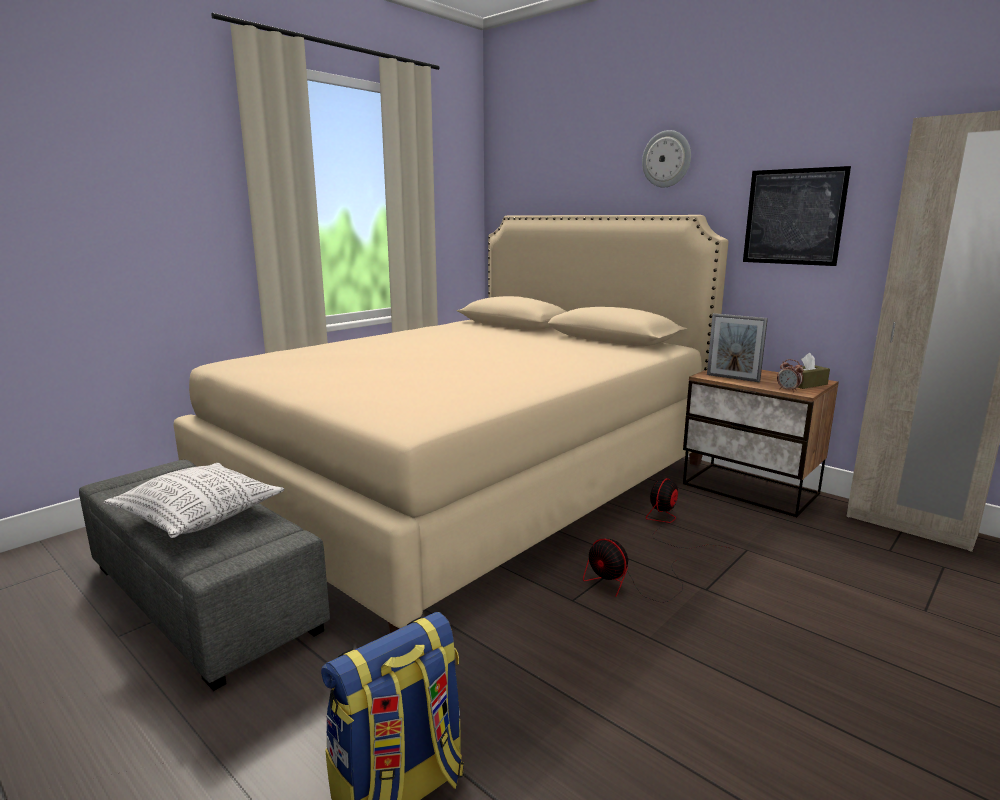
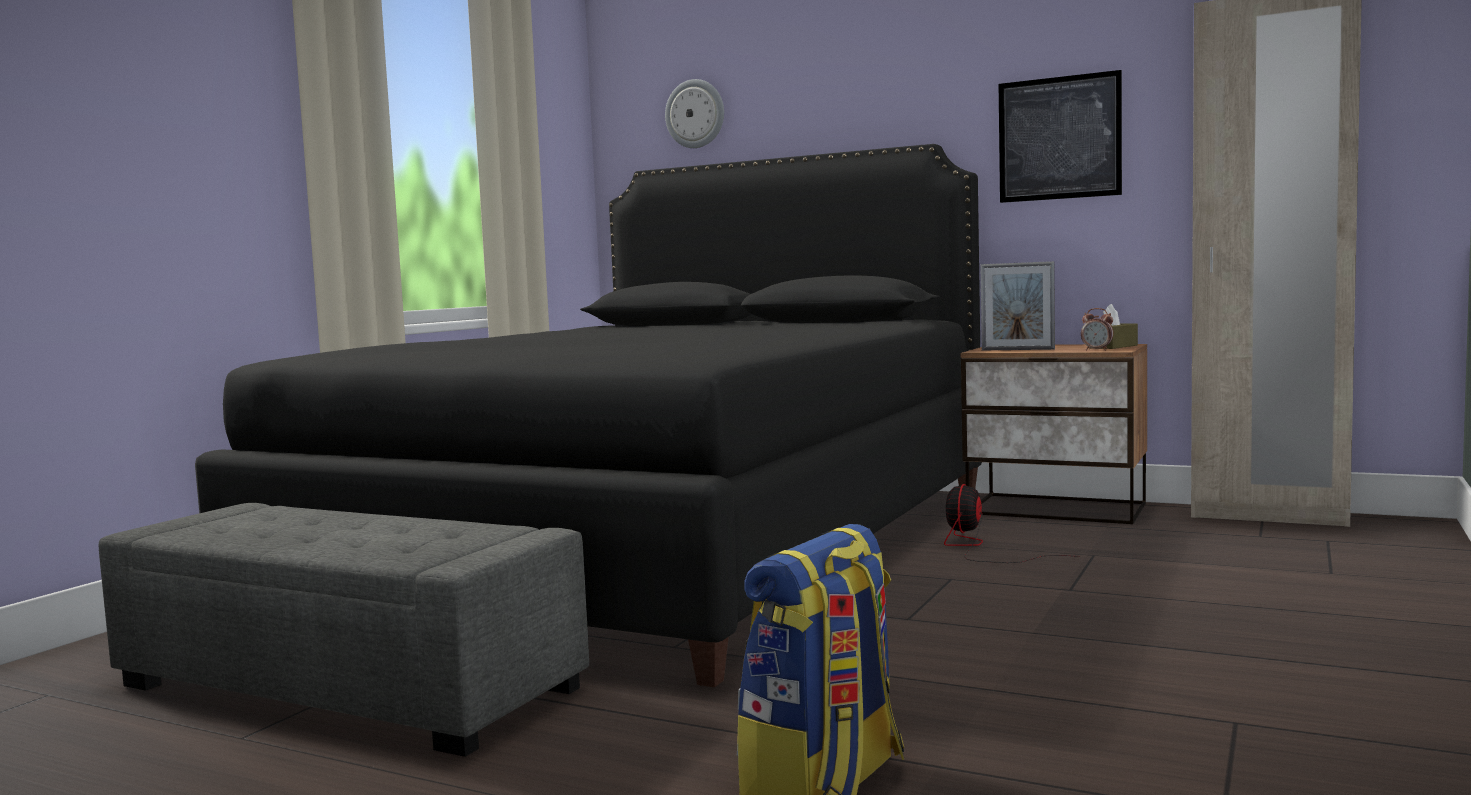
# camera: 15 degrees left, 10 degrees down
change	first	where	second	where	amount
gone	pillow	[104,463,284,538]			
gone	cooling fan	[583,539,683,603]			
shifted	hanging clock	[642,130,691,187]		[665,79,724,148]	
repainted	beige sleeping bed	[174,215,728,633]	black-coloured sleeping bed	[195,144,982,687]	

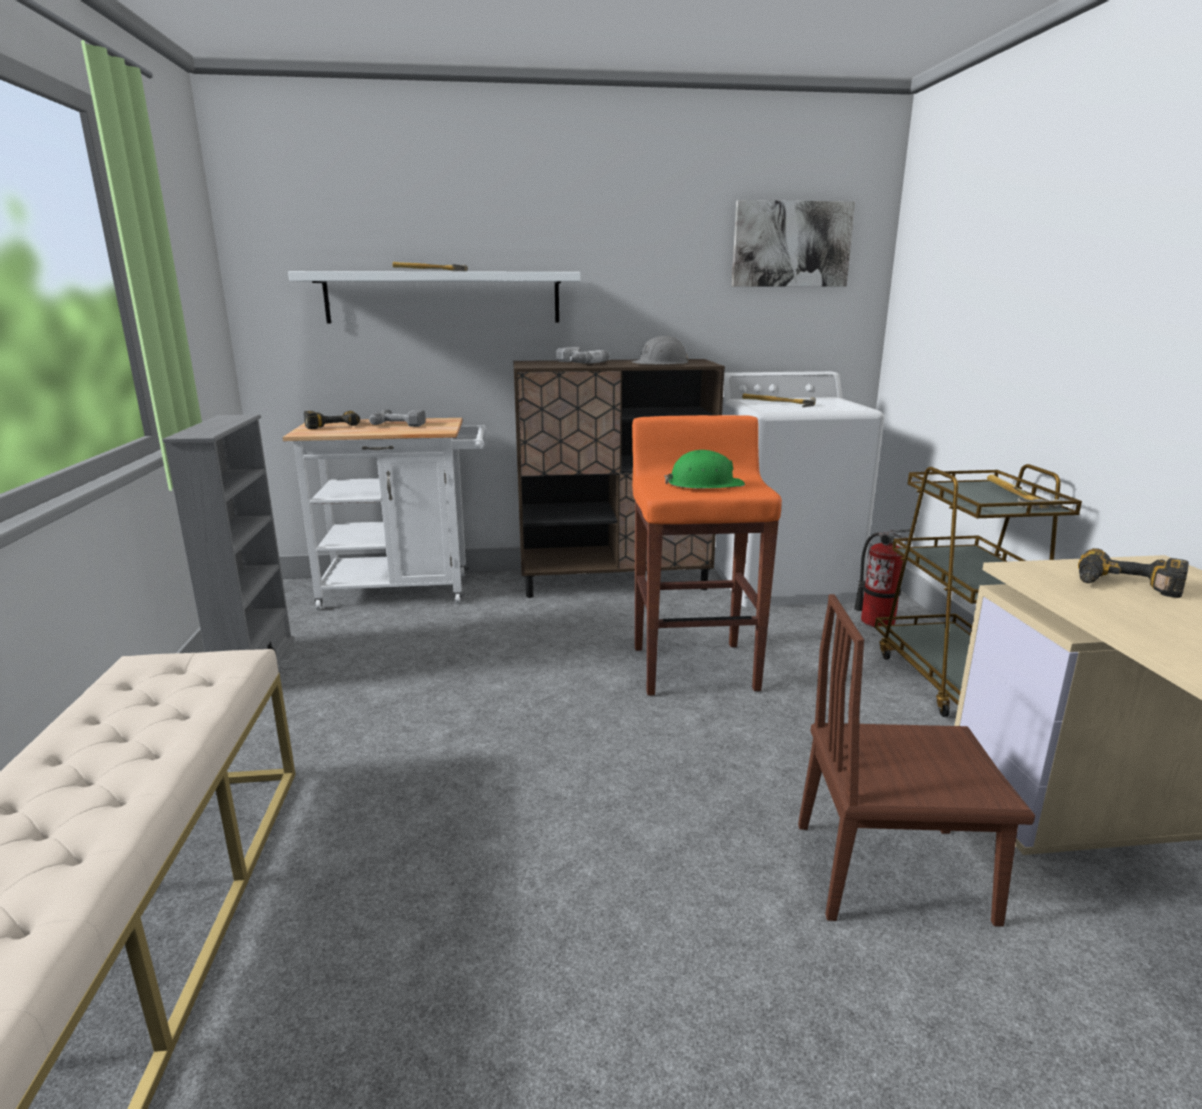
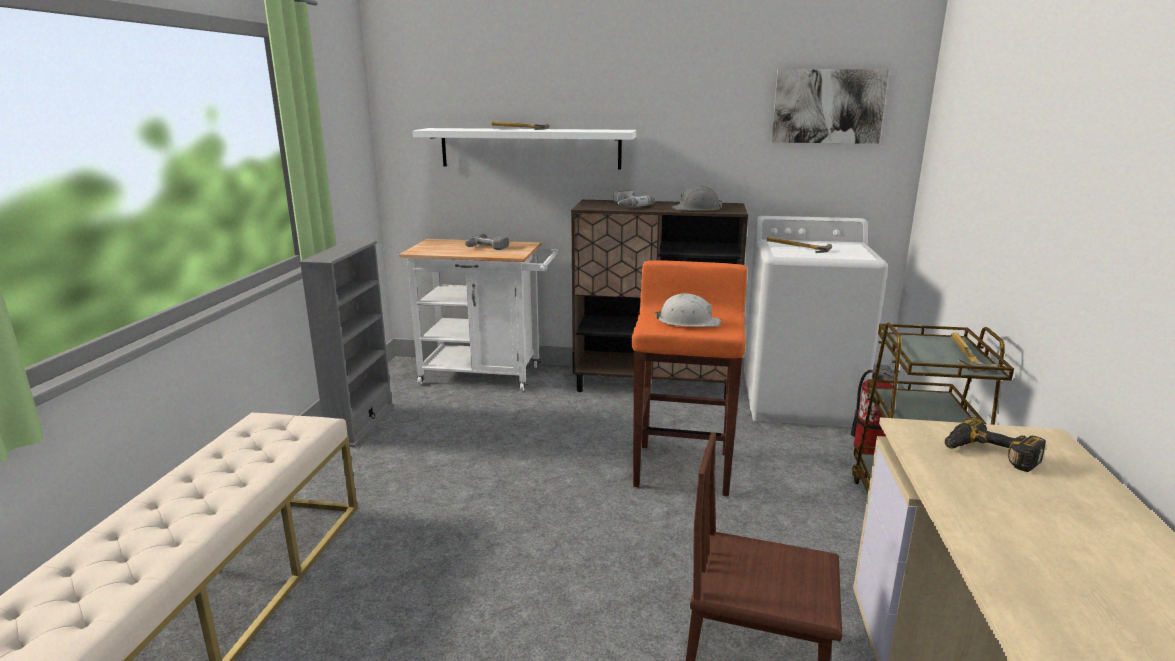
# camera: 15 degrees right, 0 degrees up
change	first	where	second	where	amount
gone	drill	[304,411,360,429]			
repainted	green-coloured hard hat	[664,450,745,489]	white-coloured hard hat	[655,293,721,327]	

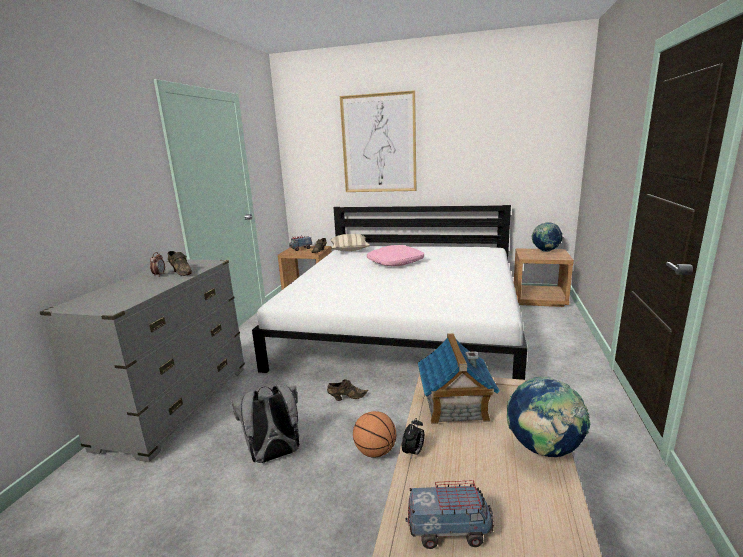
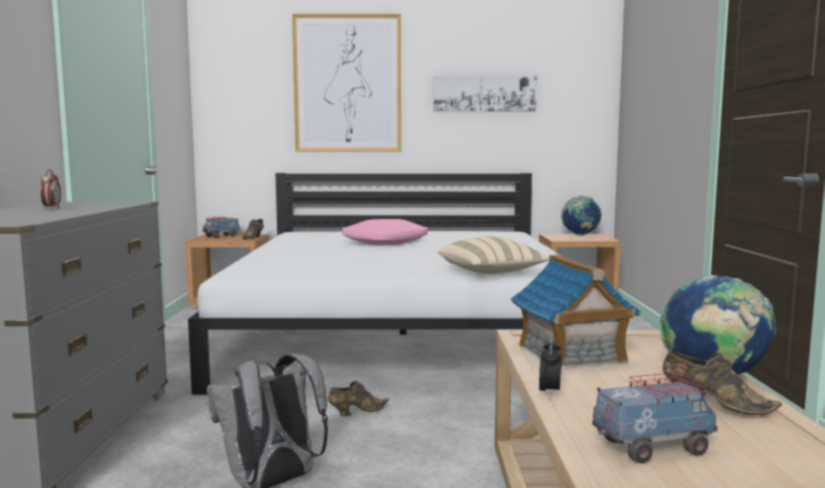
# camera: 15 degrees left, 10 degrees down
change	first	where	second	where	amount
gone	basketball ball	[353,411,396,457]			
new			wall picture	[434,76,537,111]	
shifted	brown-coloured item of footwear	[167,251,192,276]		[662,350,782,415]	
shifted	beige pillow	[330,234,370,251]		[438,236,549,274]	

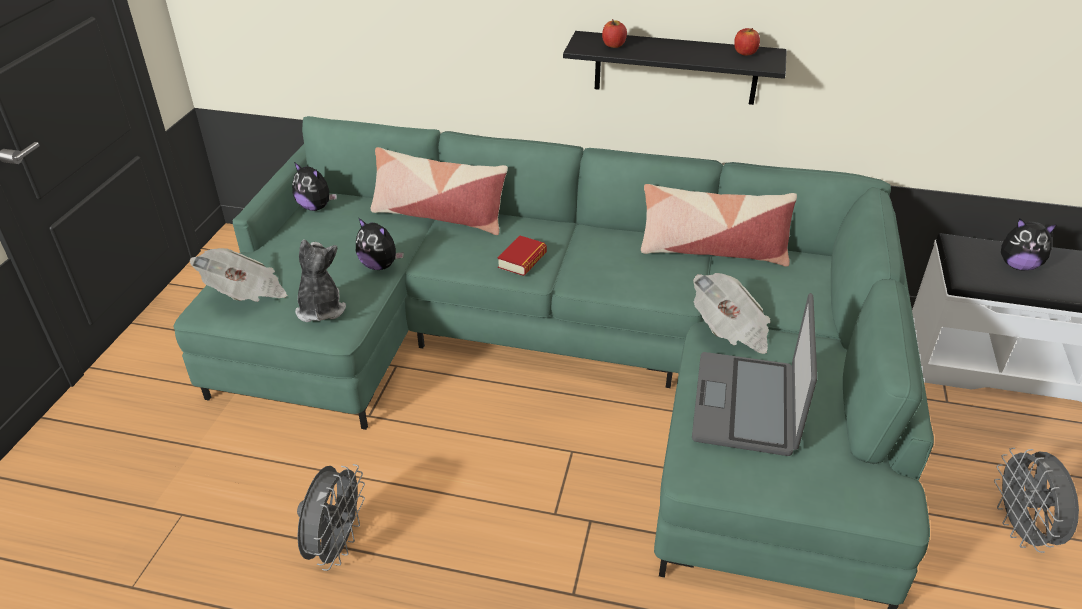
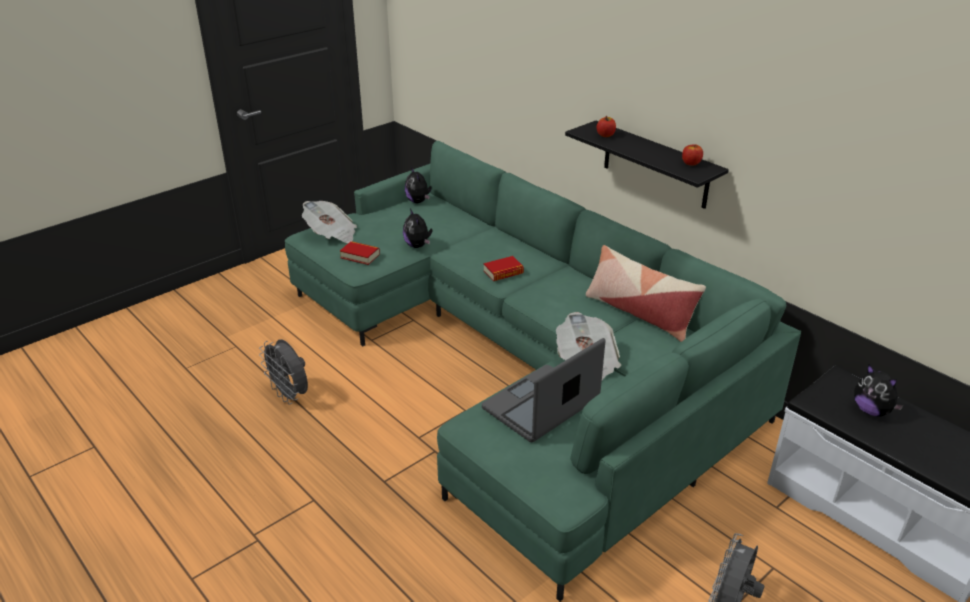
# camera: 35 degrees right, 5 degrees down
change	first	where	second	where	amount
gone	pillow	[371,147,508,235]			
swapped	cuddly toy	[295,239,346,322]	volume	[340,241,380,265]	
rotated	grey cooling fan	[297,464,365,571]		[259,339,308,405]	90 degrees clockwise

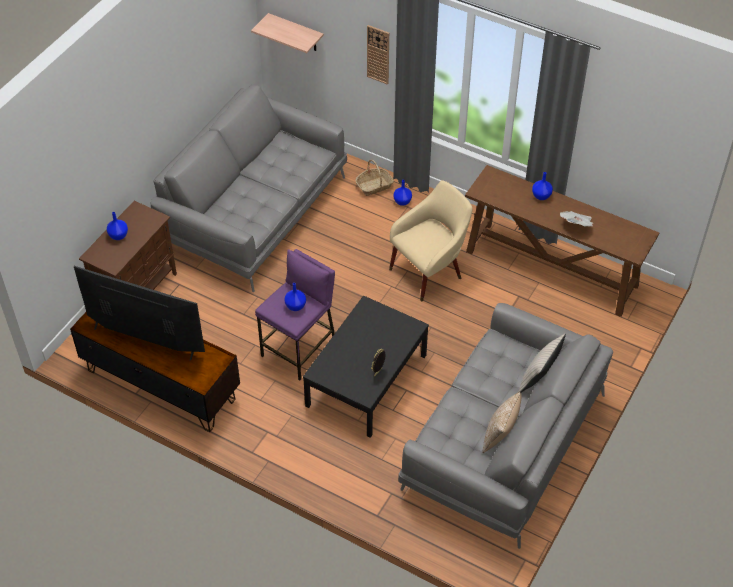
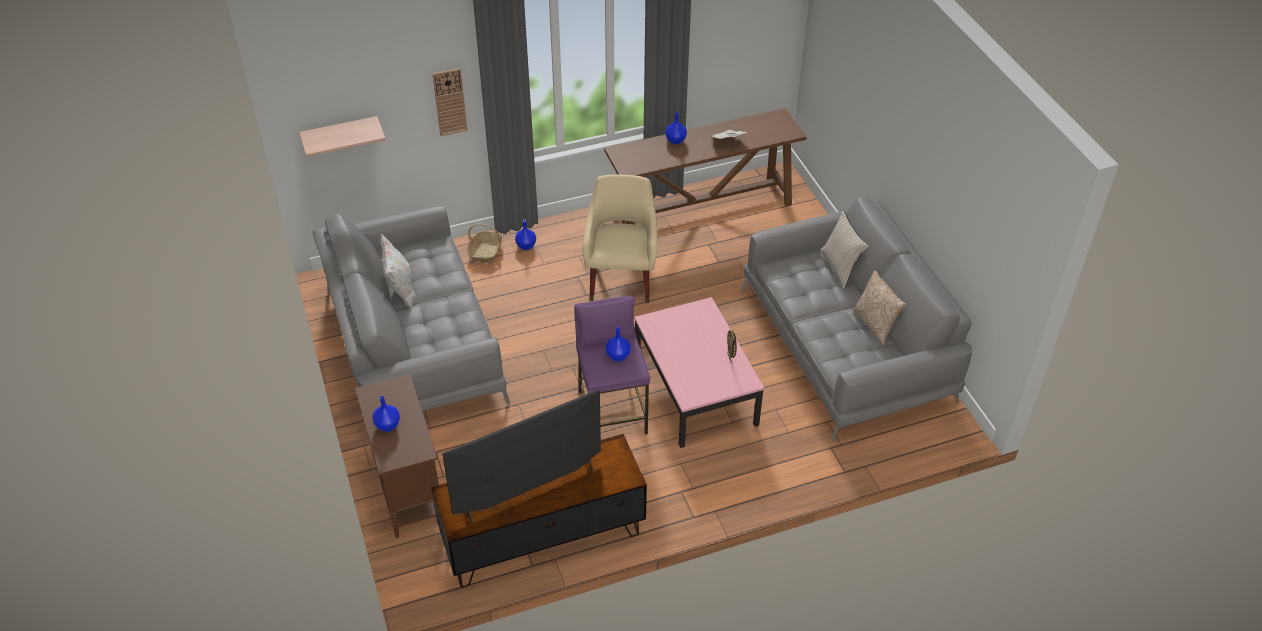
# camera: 50 degrees left, 5 degrees down
change	first	where	second	where	amount
new			white-coloured pillow	[381,234,413,308]	
repainted	black-coloured lounge table	[303,296,429,438]	pink lounge table	[635,297,764,448]	

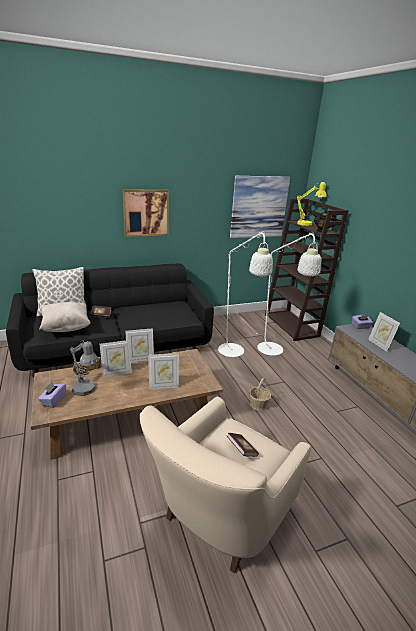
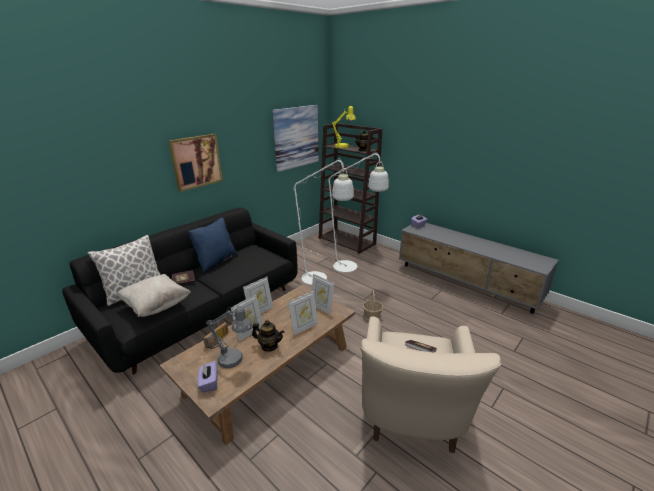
# camera: 25 degrees left, 0 degrees up
change	first	where	second	where	amount
new			blue pillow	[188,217,238,272]	
new			teapot	[252,320,284,352]	
shifted	standing frame	[368,312,400,352]		[312,274,334,315]	

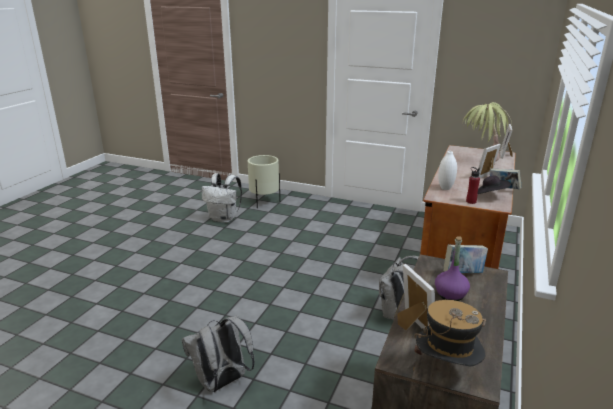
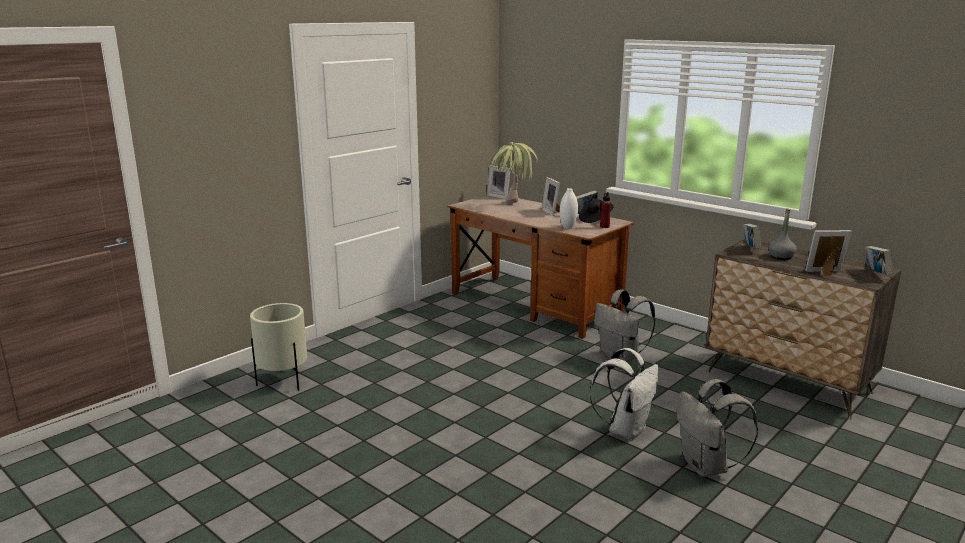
# camera: 70 degrees left, 5 degrees down
change	first	where	second	where	amount
shifted	white-coloured knapsack	[202,173,242,223]		[589,348,658,440]	
swapped	clothing hat	[413,300,486,371]	volume	[865,246,893,275]	
repainted	purple-coloured bottle	[435,236,470,301]	grey bottle	[769,208,796,260]	

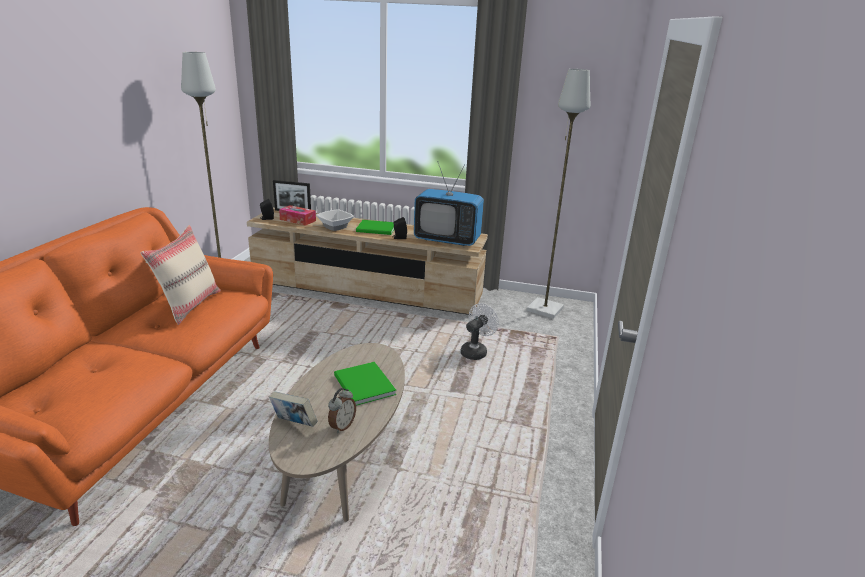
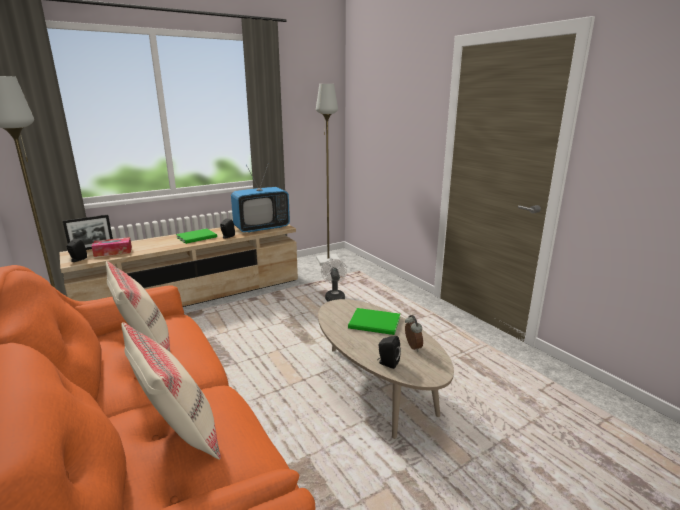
# camera: 45 degrees left, 5 degrees down
change	first	where	second	where	amount
gone	serving bowl	[316,209,354,231]			
new			beige pillow	[121,322,221,459]	
swapped	volume	[269,392,317,427]	black-coloured loudspeaker	[377,336,401,369]	

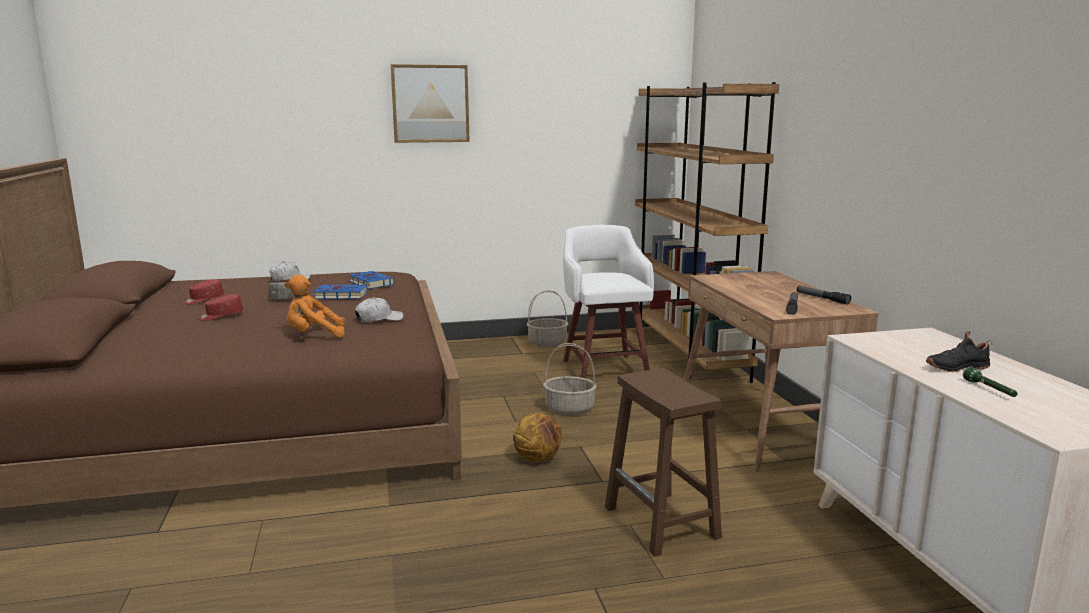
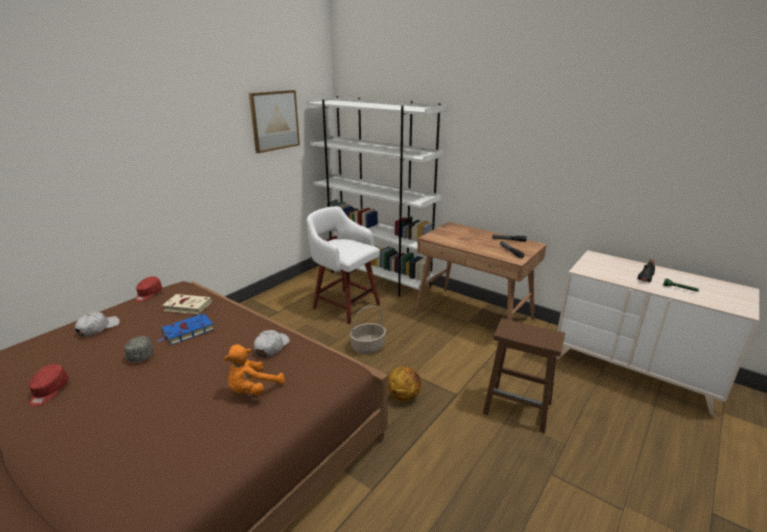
# camera: 40 degrees left, 10 degrees up
change	first	where	second	where	amount
gone	basket	[527,290,568,347]			
shifted	reddish peaked cap	[198,294,243,321]		[135,276,162,302]	
shifted	wall picture	[391,64,470,143]		[249,90,300,153]	
repainted	blue volume	[349,271,394,289]	beige volume	[162,294,212,315]	
repainted	brown-coloured shelving unit	[635,82,779,383]	white-coloured shelving unit	[307,96,447,297]	

